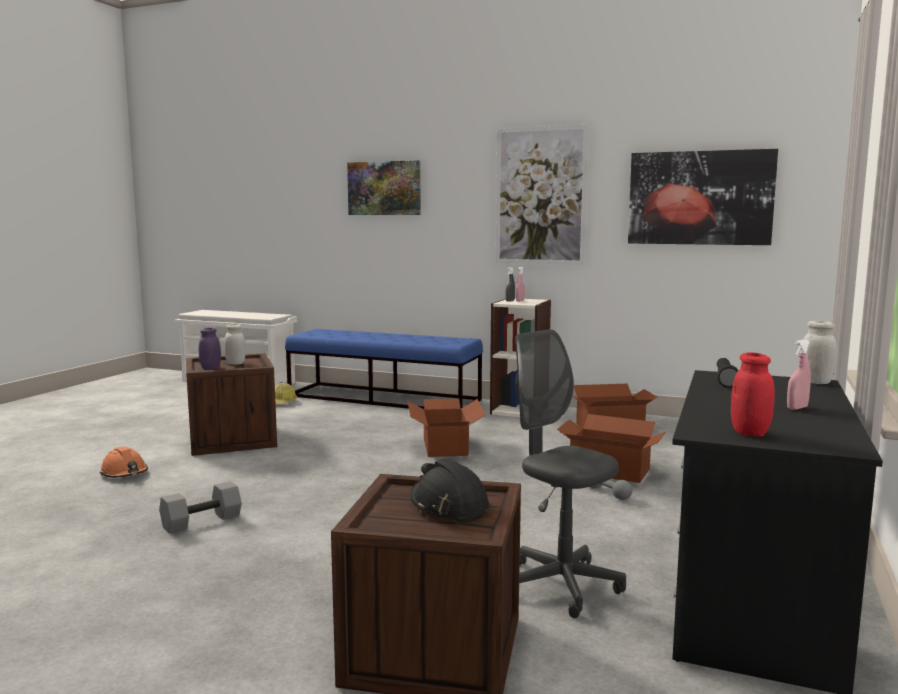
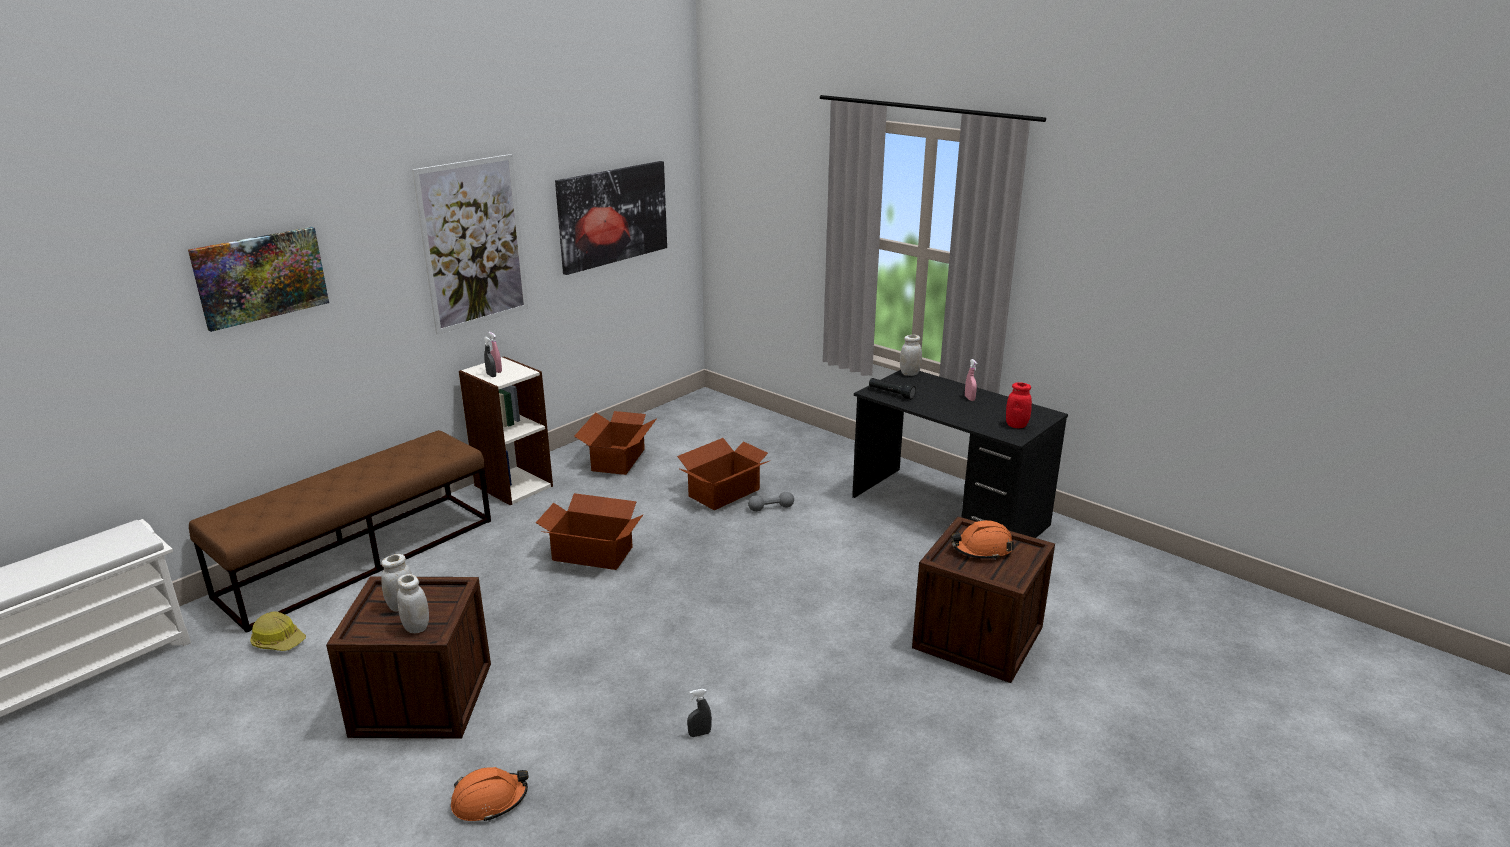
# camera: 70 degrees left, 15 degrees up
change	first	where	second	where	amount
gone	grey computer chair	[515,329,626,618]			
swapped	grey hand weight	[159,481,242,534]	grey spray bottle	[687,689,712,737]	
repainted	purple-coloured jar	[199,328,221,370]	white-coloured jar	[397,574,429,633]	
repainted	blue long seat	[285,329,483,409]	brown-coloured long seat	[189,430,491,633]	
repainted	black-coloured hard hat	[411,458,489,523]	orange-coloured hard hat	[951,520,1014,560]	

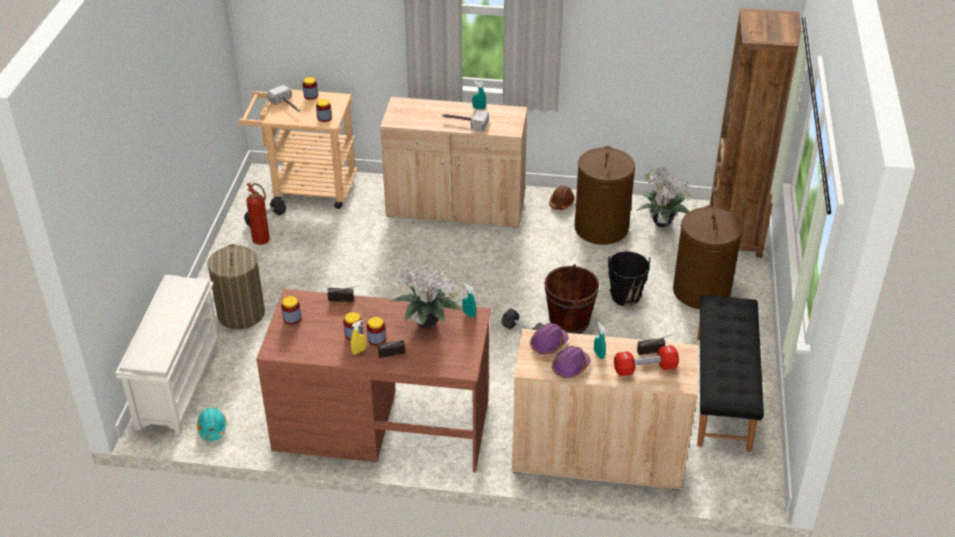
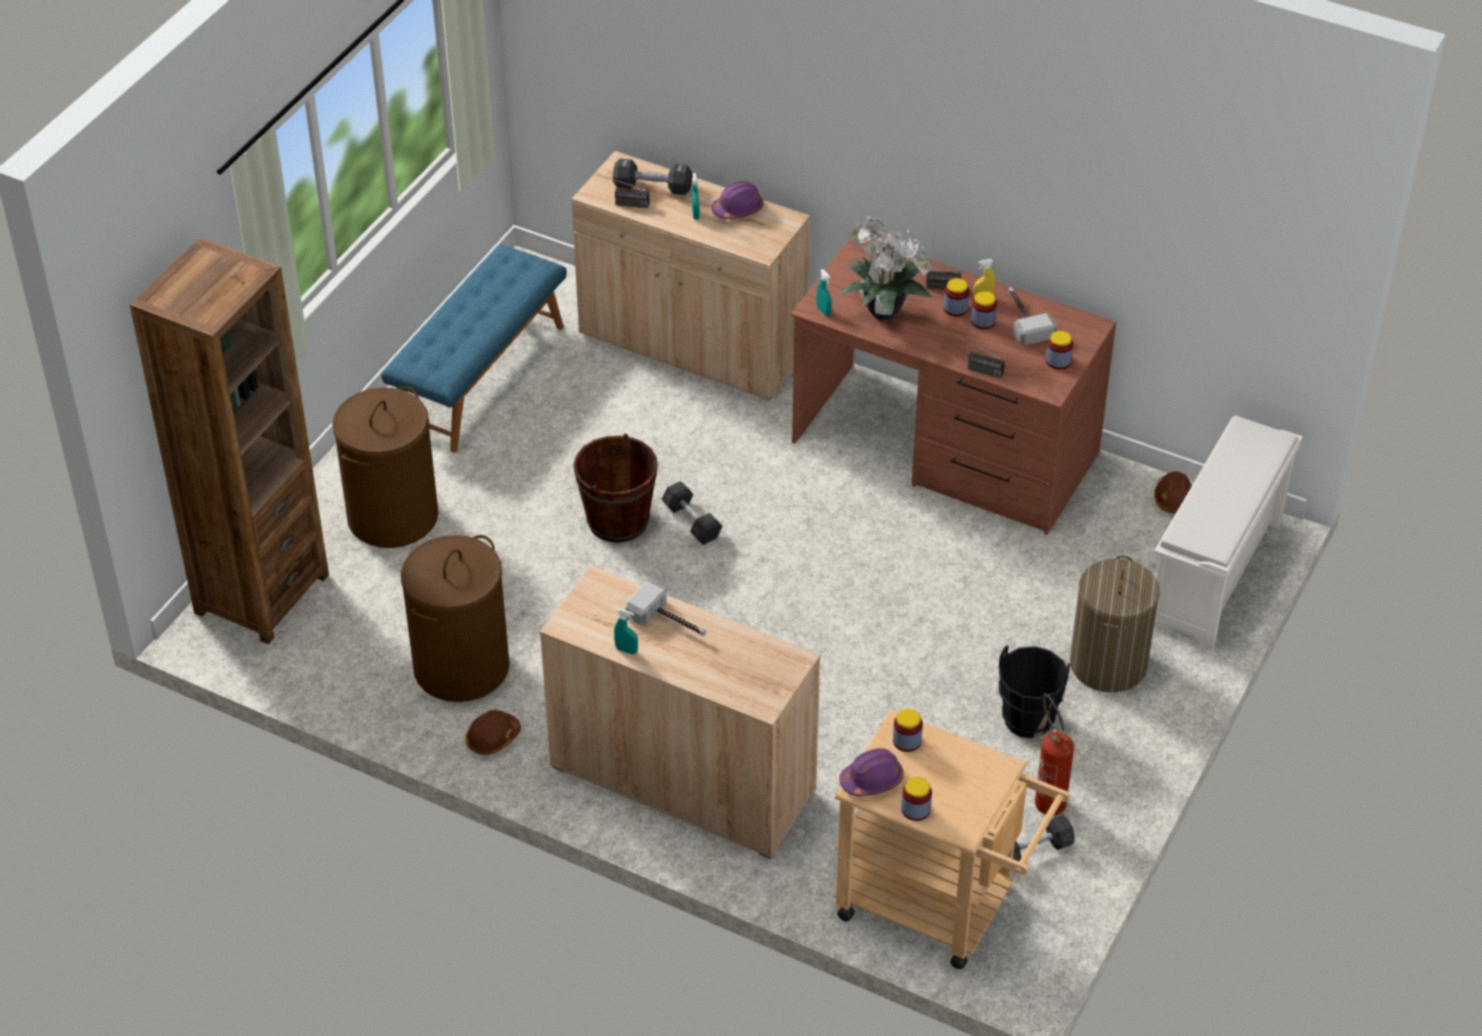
# camera: 160 degrees left, 5 degrees up
change	first	where	second	where	amount
gone	houseplant	[636,166,693,227]			
shifted	tool hammer	[267,85,300,112]		[1009,287,1057,345]	
shifted	purple-coloured hard hat	[530,323,569,355]		[839,748,904,797]	
shifted	black-coloured water bucket	[608,251,650,306]		[998,646,1070,738]	
repainted	blue-green hard hat	[197,407,227,441]	brown-coloured hard hat	[1154,471,1192,514]	
repainted	reddish hand weight	[614,345,679,376]	black-coloured hand weight	[613,159,692,195]	
repainted	black-coloured long seat	[697,295,764,452]	blue long seat	[381,244,567,453]	

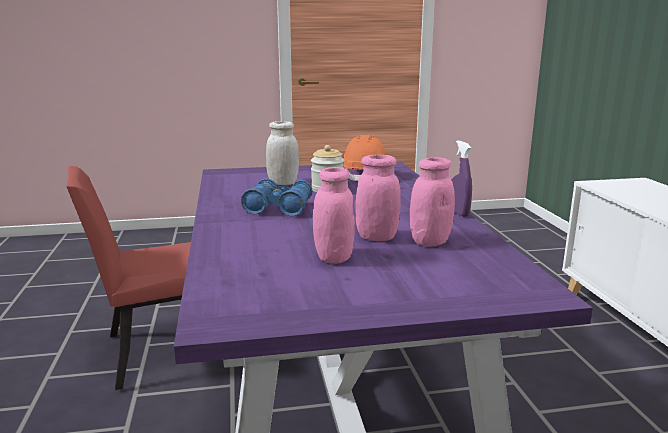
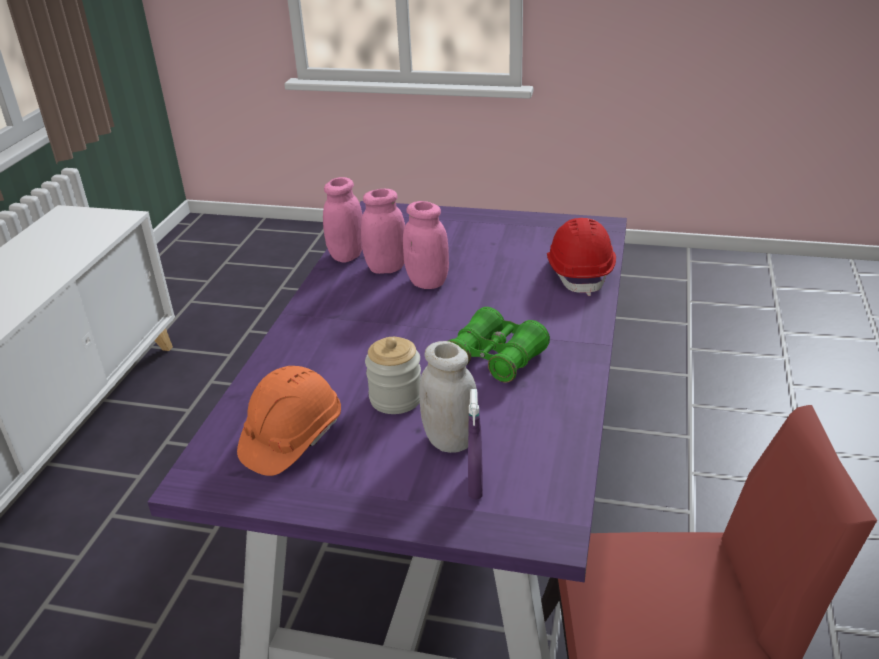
# camera: 155 degrees left, 15 degrees up
change	first	where	second	where	amount
new			reddish hard hat	[547,218,616,296]	
shifted	pink jar	[313,167,355,264]		[323,177,363,263]	
shifted	purple-coloured spray bottle	[452,140,472,217]		[468,389,483,499]	
repainted	blue binoculars	[241,178,312,216]	green-coloured binoculars	[448,307,550,383]	

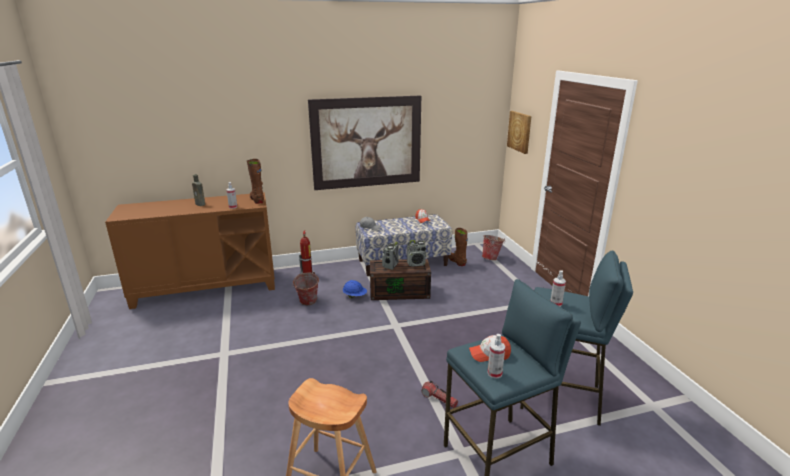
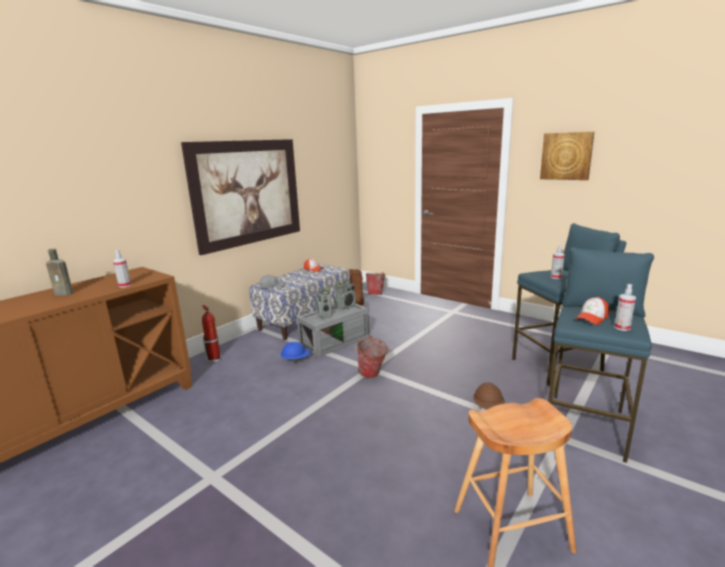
# camera: 35 degrees left, 5 degrees down
change	first	where	second	where	amount
gone	brown-coloured tall boot	[247,159,264,204]			
shifted	water bucket	[292,272,319,305]		[354,335,388,378]	
shifted	wall picture	[507,111,531,154]		[540,132,594,180]	
swapped	hand torch	[421,381,458,408]	brown-coloured hard hat	[473,382,505,410]	
repainted	brown-coloured storage container	[370,259,431,300]	grey storage container	[297,304,369,358]	

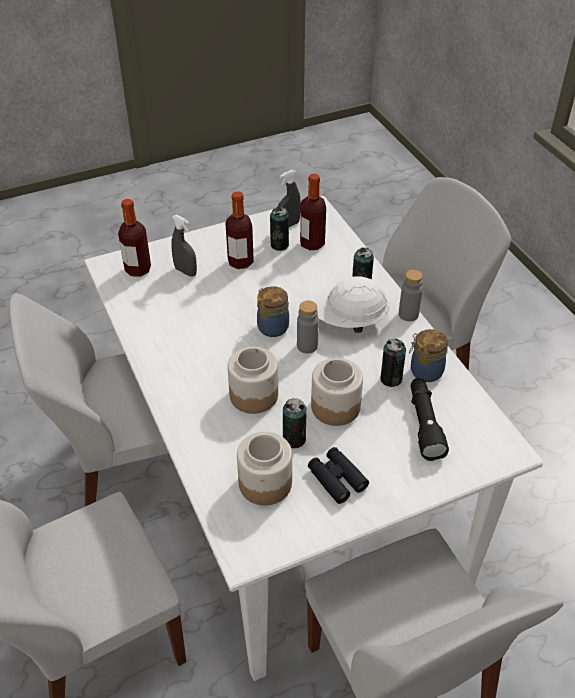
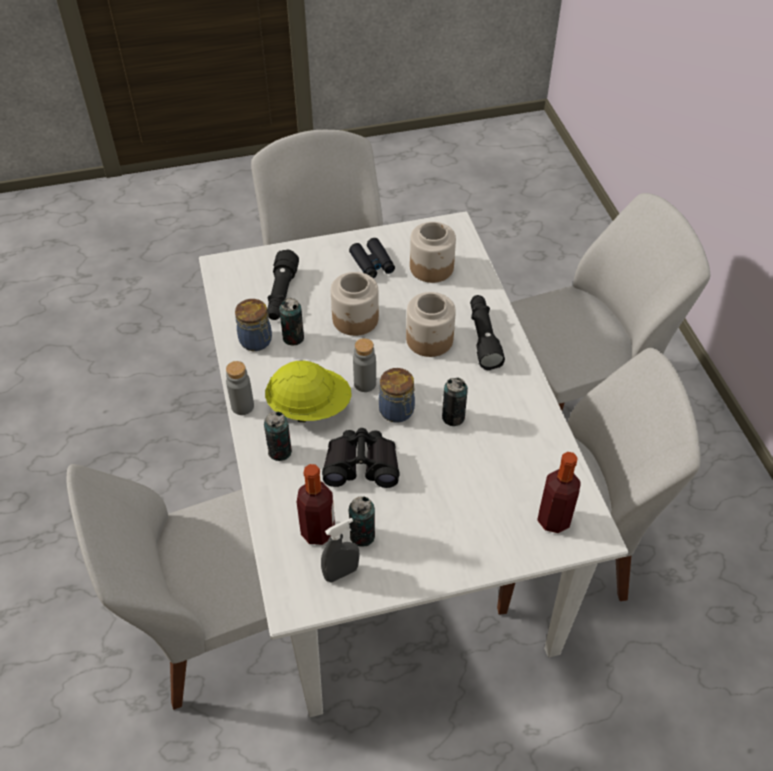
# camera: 170 degrees left, 5 degrees up
change	first	where	second	where	amount
gone	grey spray bottle	[171,215,197,277]			
gone	bottle	[225,191,254,269]			
new			black-coloured binoculars	[322,428,400,488]	
new			black-coloured hand torch	[470,295,505,370]	
shifted	sealed can	[283,398,307,448]		[442,377,468,426]	
repainted	white-coloured hard hat	[314,276,390,333]	yellow-coloured hard hat	[265,360,352,422]	

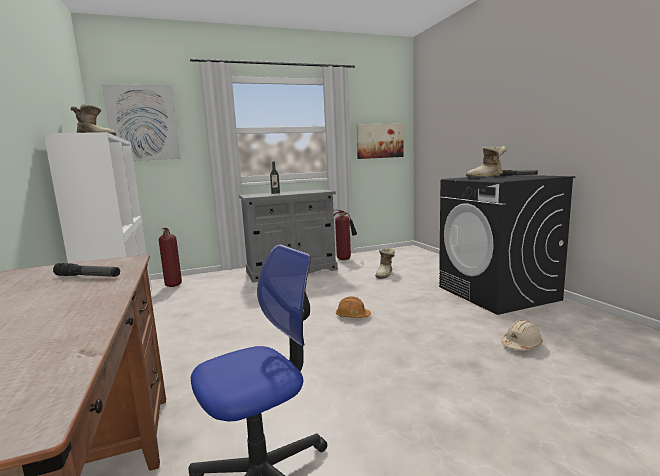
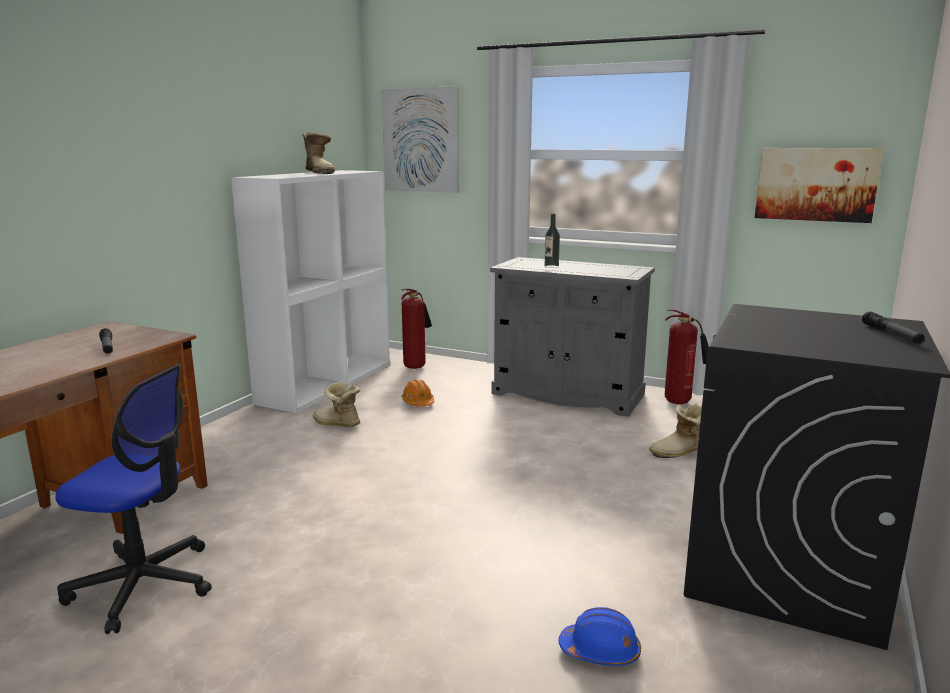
# camera: 45 degrees right, 5 degrees up
change	first	where	second	where	amount
shifted	orange-coloured hard hat	[336,296,371,318]		[401,379,434,407]	
shifted	tall boot	[466,146,507,179]		[313,381,360,427]	
repainted	beige hard hat	[501,320,543,350]	blue hard hat	[558,607,641,666]	

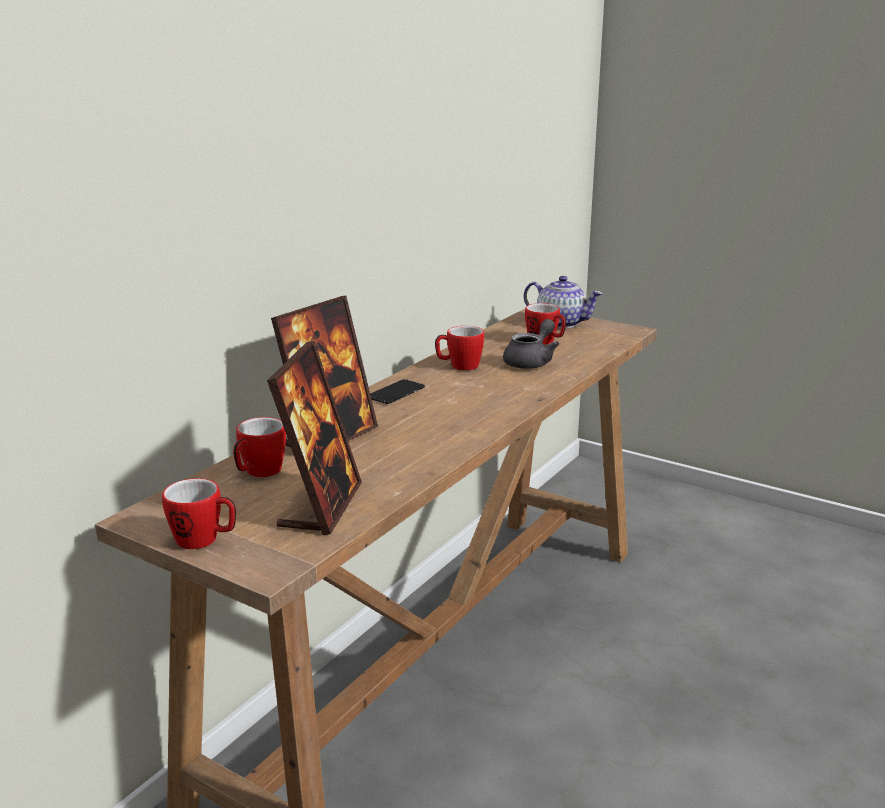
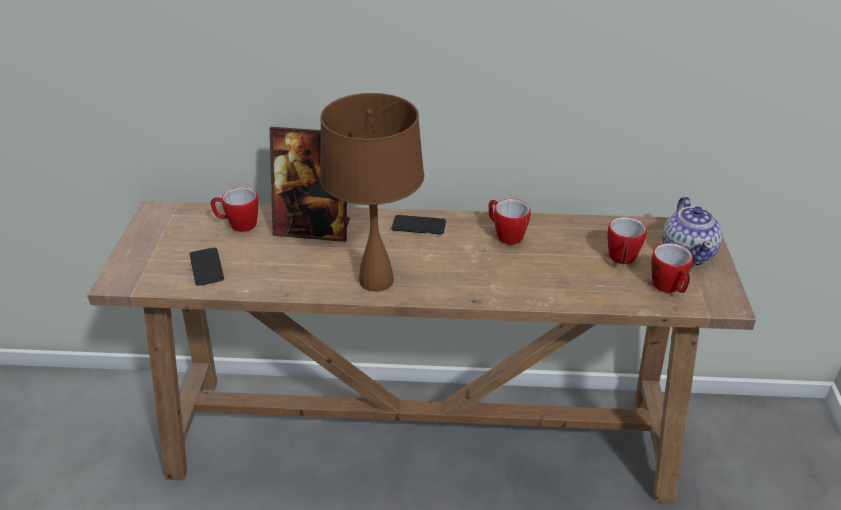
# camera: 60 degrees right, 15 degrees up
change	first	where	second	where	amount
gone	grey teapot	[503,319,559,369]			
new			brown-coloured lamp for a table	[320,93,424,292]	
shifted	mug	[162,478,236,549]		[651,243,693,293]	
swapped	standing frame	[267,341,362,535]	phone	[190,248,224,286]	

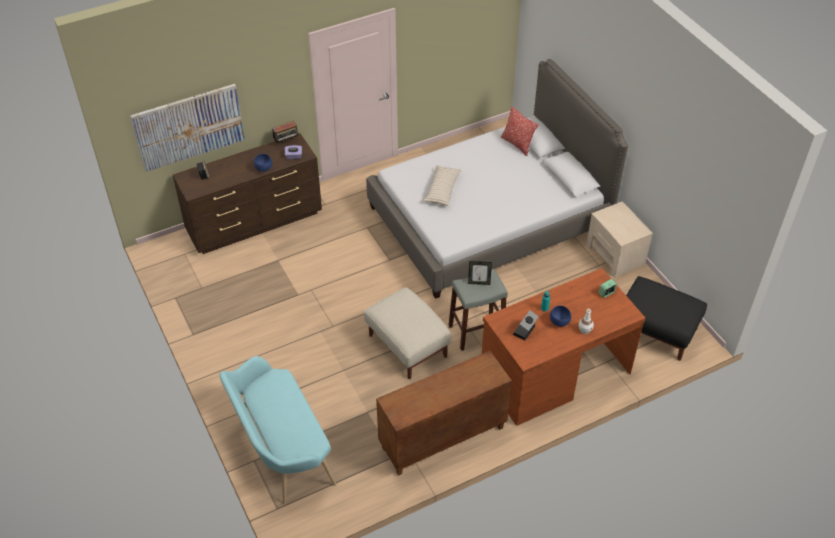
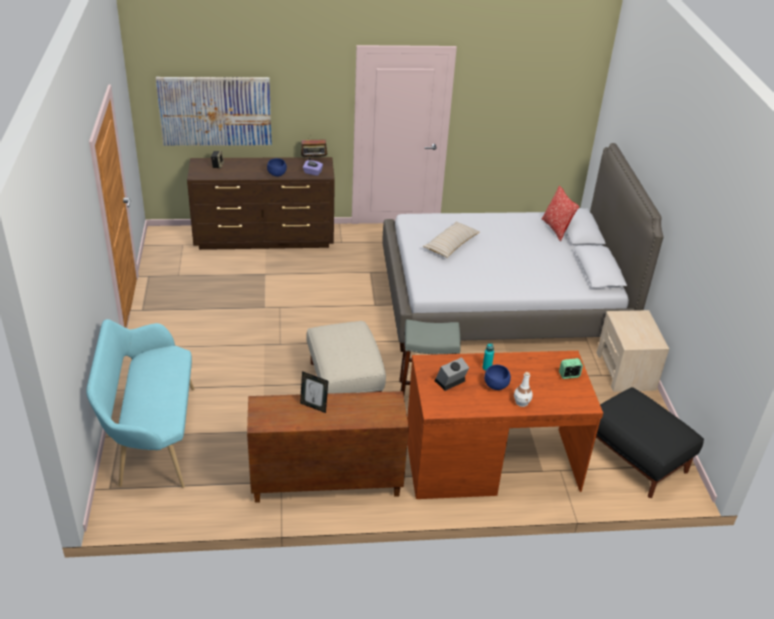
# camera: 20 degrees right, 10 degrees down
change	first	where	second	where	amount
shifted	standing frame	[468,261,492,285]		[300,371,328,413]	

